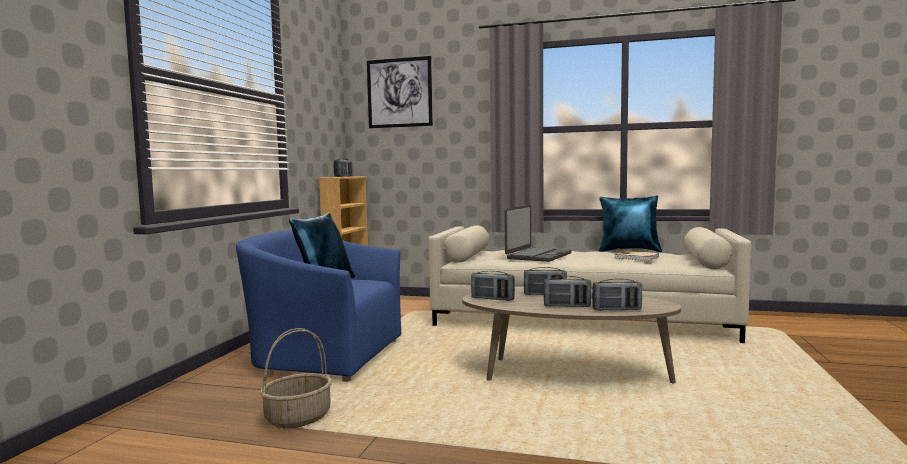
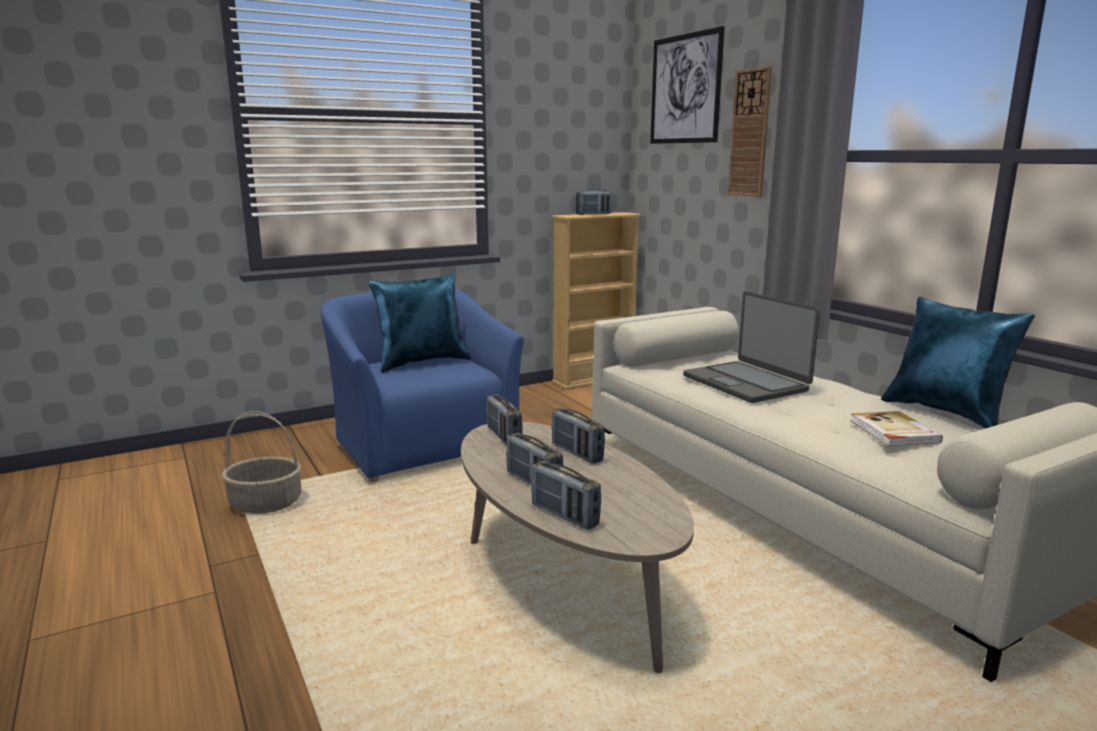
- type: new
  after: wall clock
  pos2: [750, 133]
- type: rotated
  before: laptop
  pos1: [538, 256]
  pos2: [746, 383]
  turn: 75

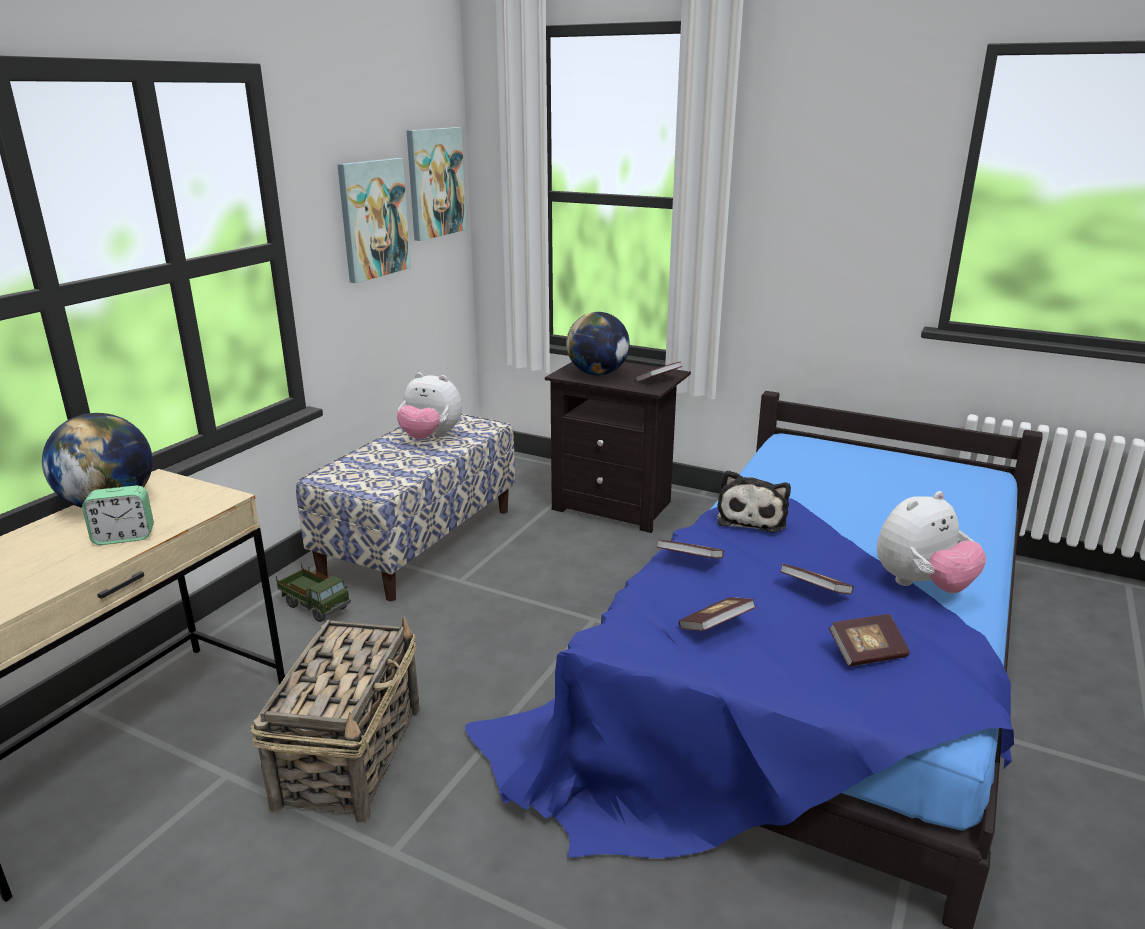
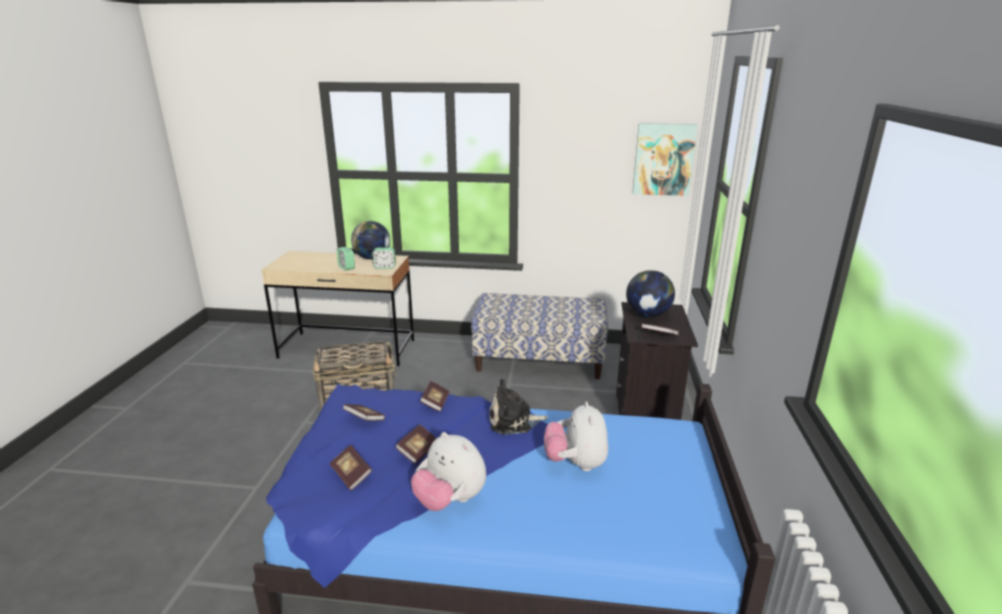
- type: gone
  before: toy truck
  pos1: [315, 606]
- type: gone
  before: picture
  pos1: [373, 219]
- type: new
  after: alarm clock
  pos2: [385, 267]
- type: shifted
  before: plush toy
  pos1: [430, 437]
  pos2: [575, 463]

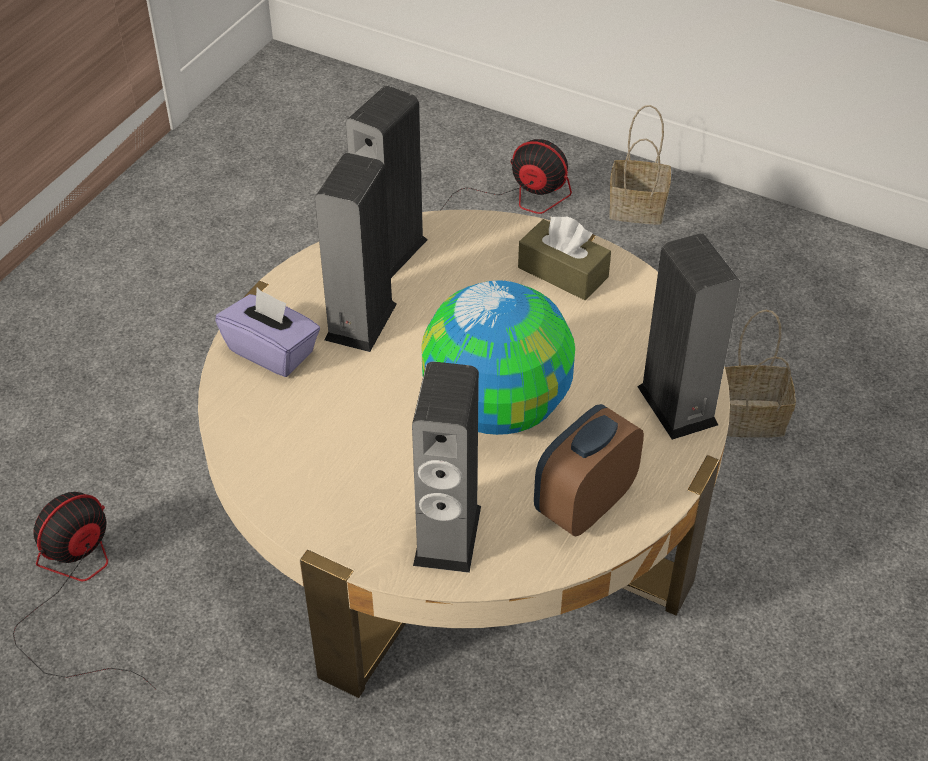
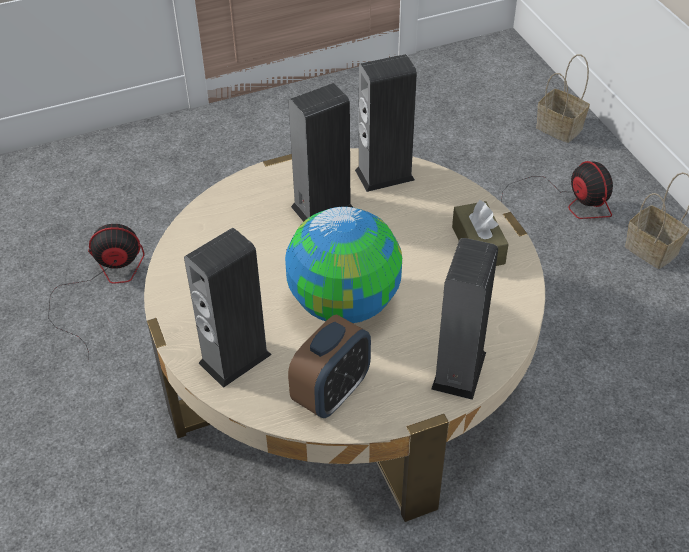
- type: gone
  before: purple tissue box
  pos1: [272, 351]
- type: shifted
  before: basket
  pos1: [749, 419]
  pos2: [557, 128]
- type: rotated
  before: alarm clock
  pos1: [584, 504]
  pos2: [331, 393]
  turn: 135

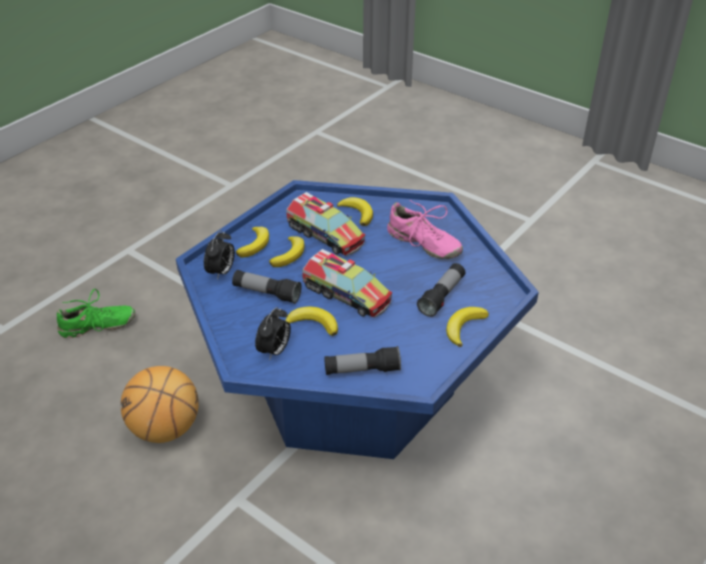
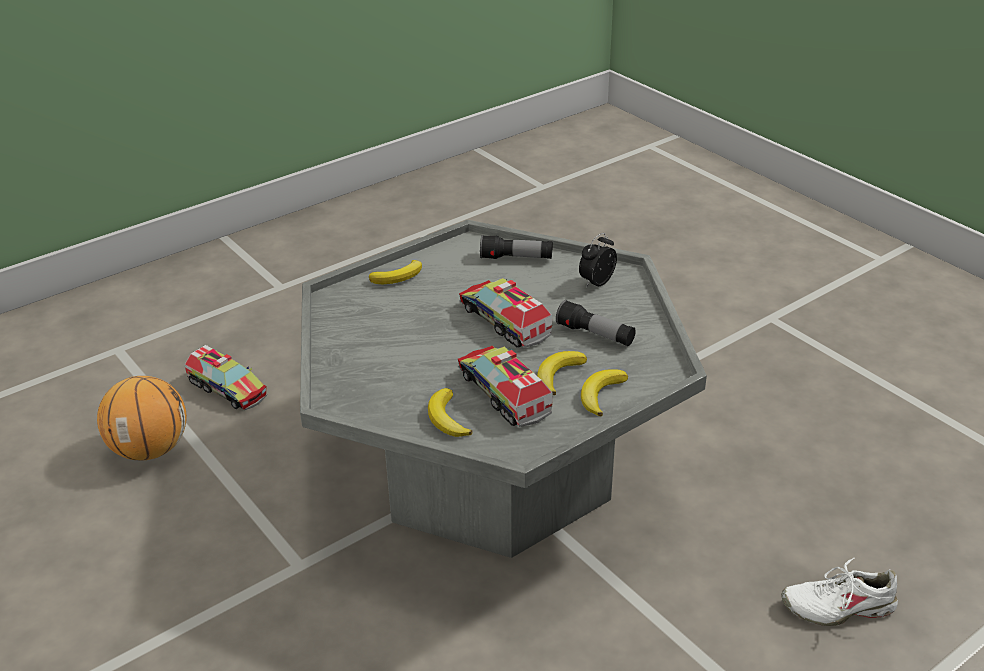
- type: gone
  before: alarm clock
  pos1: [221, 272]
- type: gone
  before: banana
  pos1: [313, 324]
- type: gone
  before: pink shoe
  pos1: [423, 244]
- type: gone
  before: flashlight
  pos1: [442, 296]
- type: new
  after: toy truck
  pos2: [227, 389]
- type: shifted
  before: basketball
  pos1: [165, 429]
  pos2: [150, 449]
- type: repainted
  before: green shoe
  after: white shoe
  pos1: [97, 327]
  pos2: [837, 606]
- type: repainted
  before: blue coffee table
  after: grey coffee table
  pos1: [351, 383]
  pos2: [495, 469]

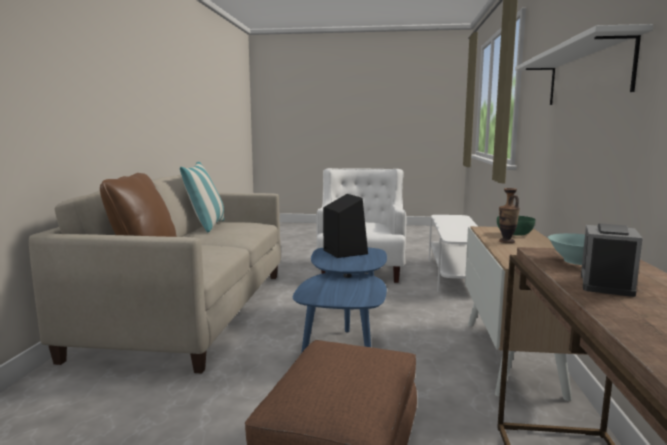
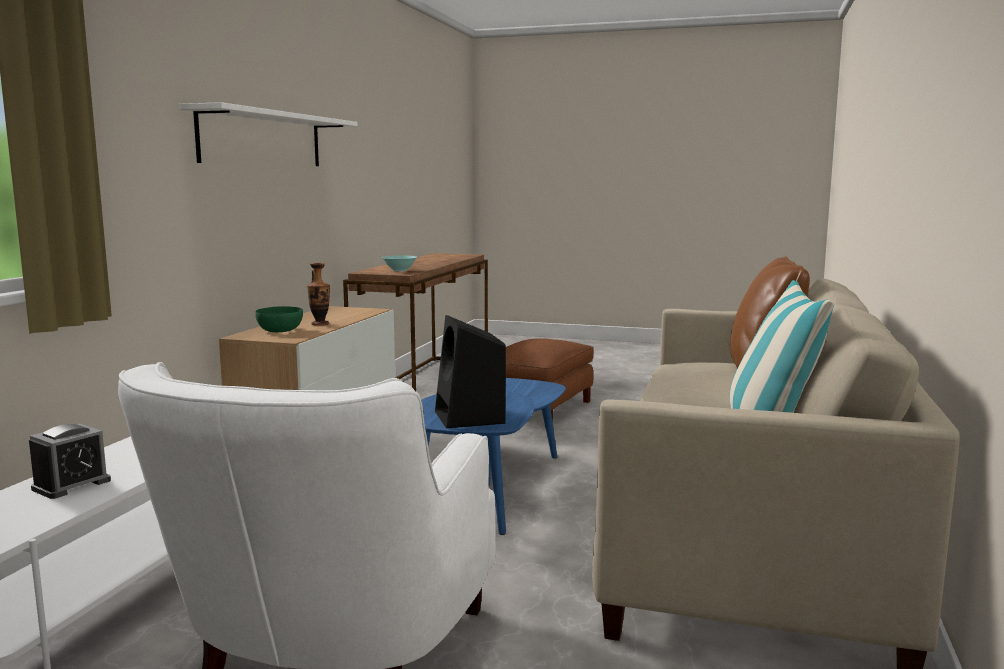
- type: shifted
  before: alarm clock
  pos1: [606, 284]
  pos2: [71, 485]

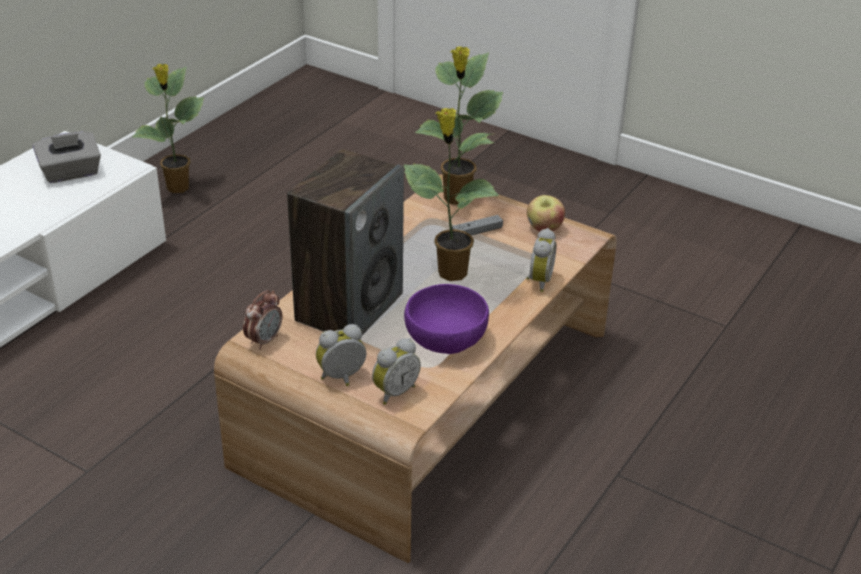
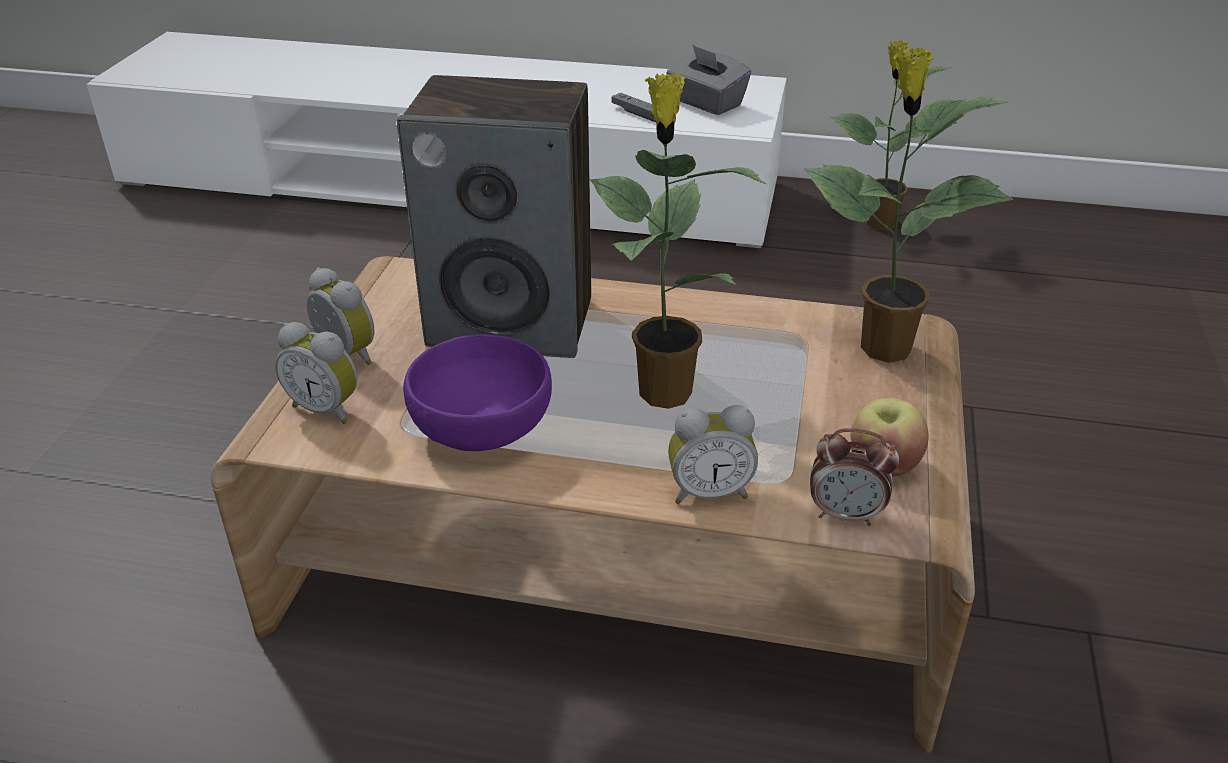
- type: shifted
  before: alarm clock
  pos1: [264, 340]
  pos2: [846, 515]
- type: shifted
  before: grey game controller
  pos1: [477, 232]
  pos2: [637, 113]

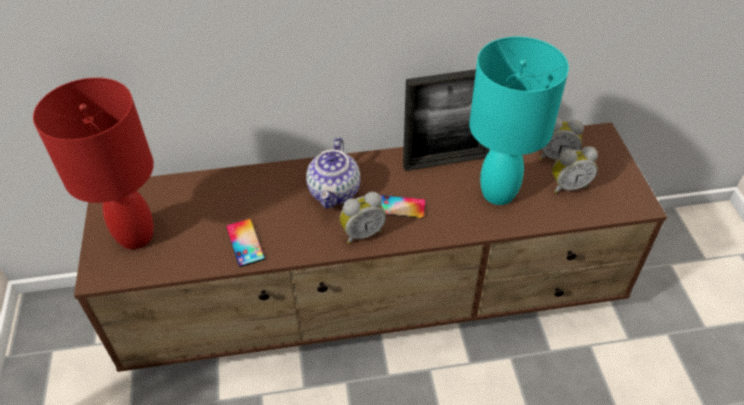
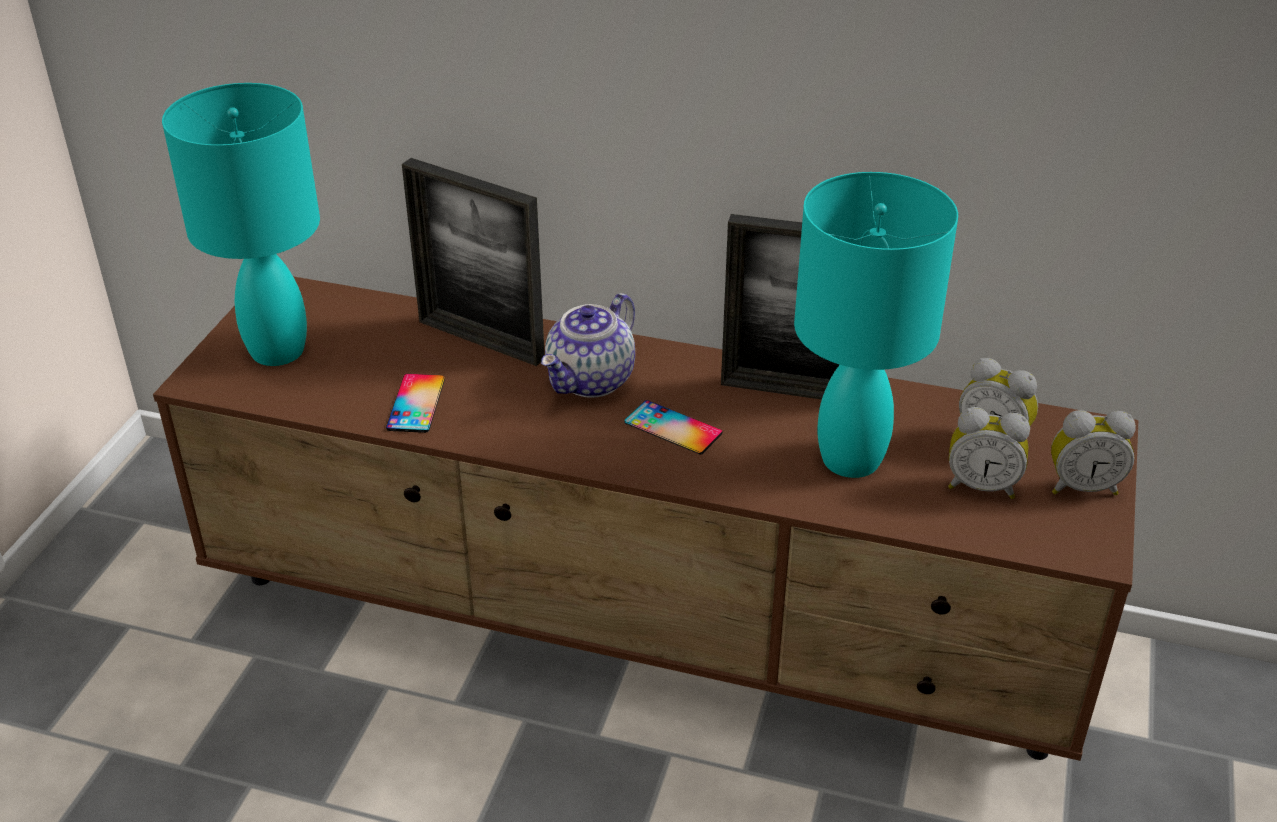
- type: new
  after: picture frame
  pos2: [481, 340]
- type: shifted
  before: alarm clock
  pos1: [362, 233]
  pos2: [1082, 486]
- type: repainted
  before: red table lamp
  after: turquoise table lamp
  pos1: [137, 235]
  pos2: [280, 350]

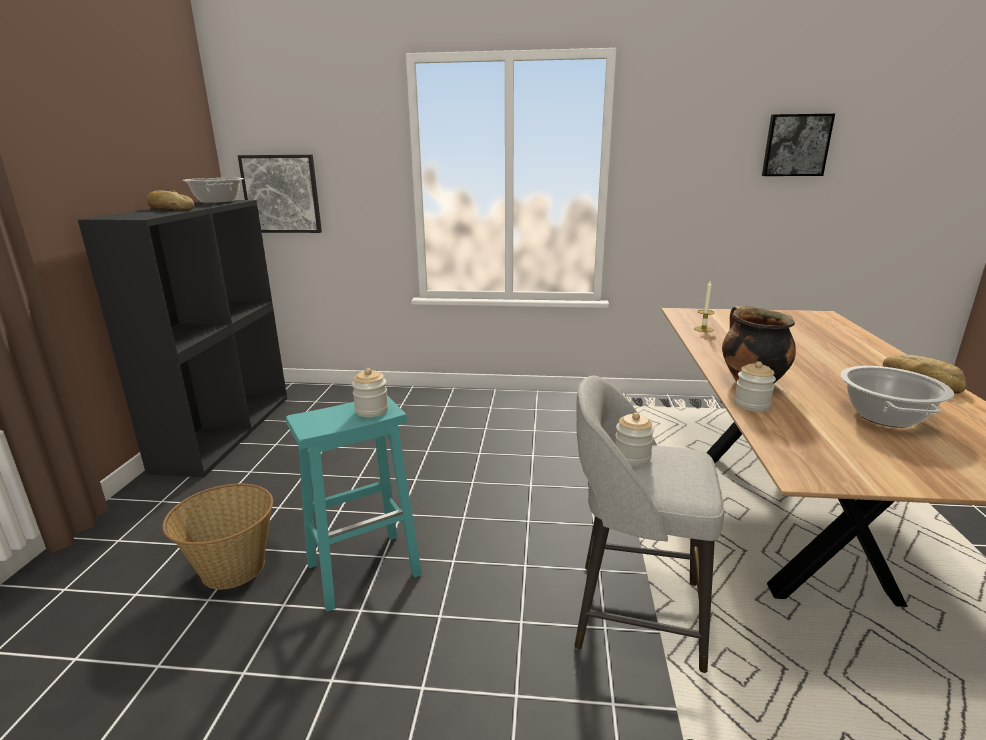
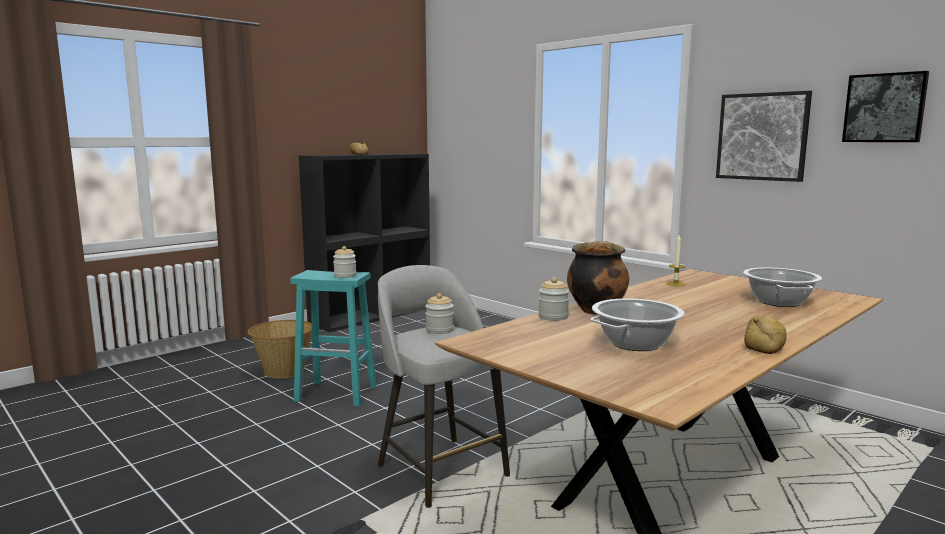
- type: shifted
  before: cooking pot
  pos1: [217, 202]
  pos2: [778, 302]
- type: shifted
  before: picture
  pos1: [281, 194]
  pos2: [762, 136]

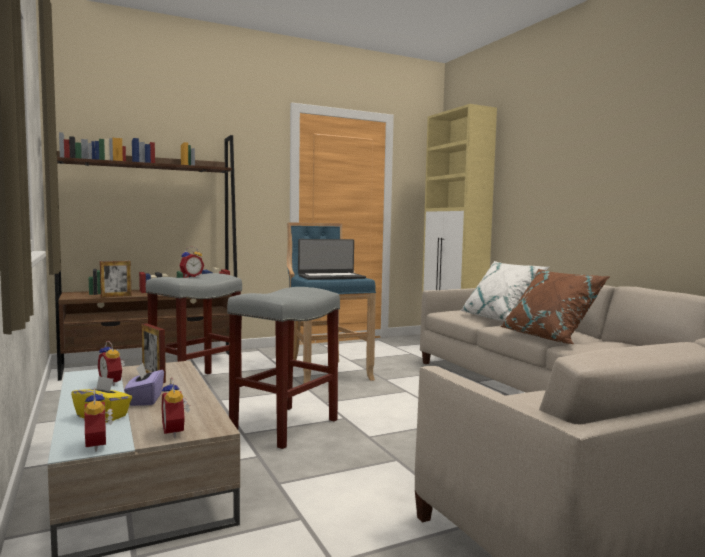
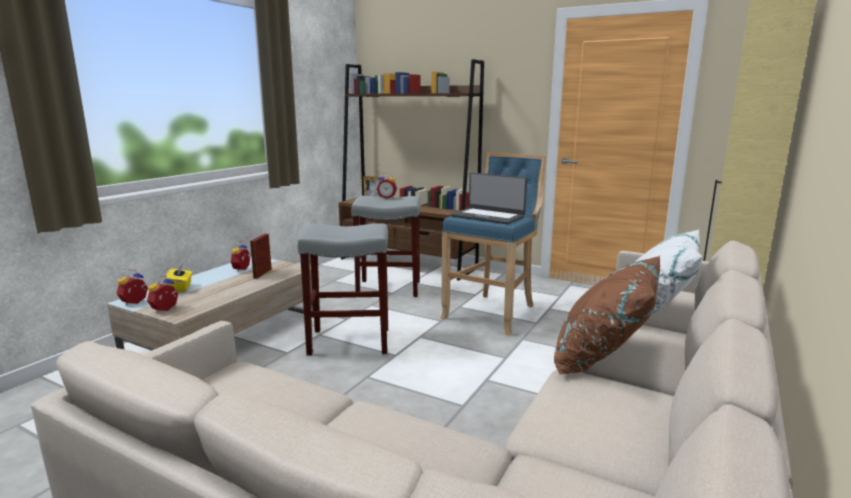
- type: gone
  before: purple tissue box
  pos1: [145, 400]

